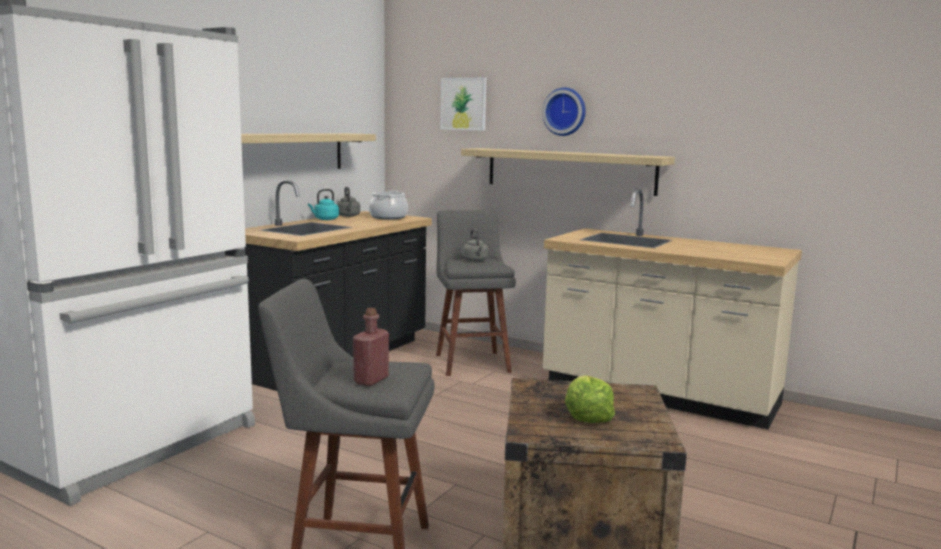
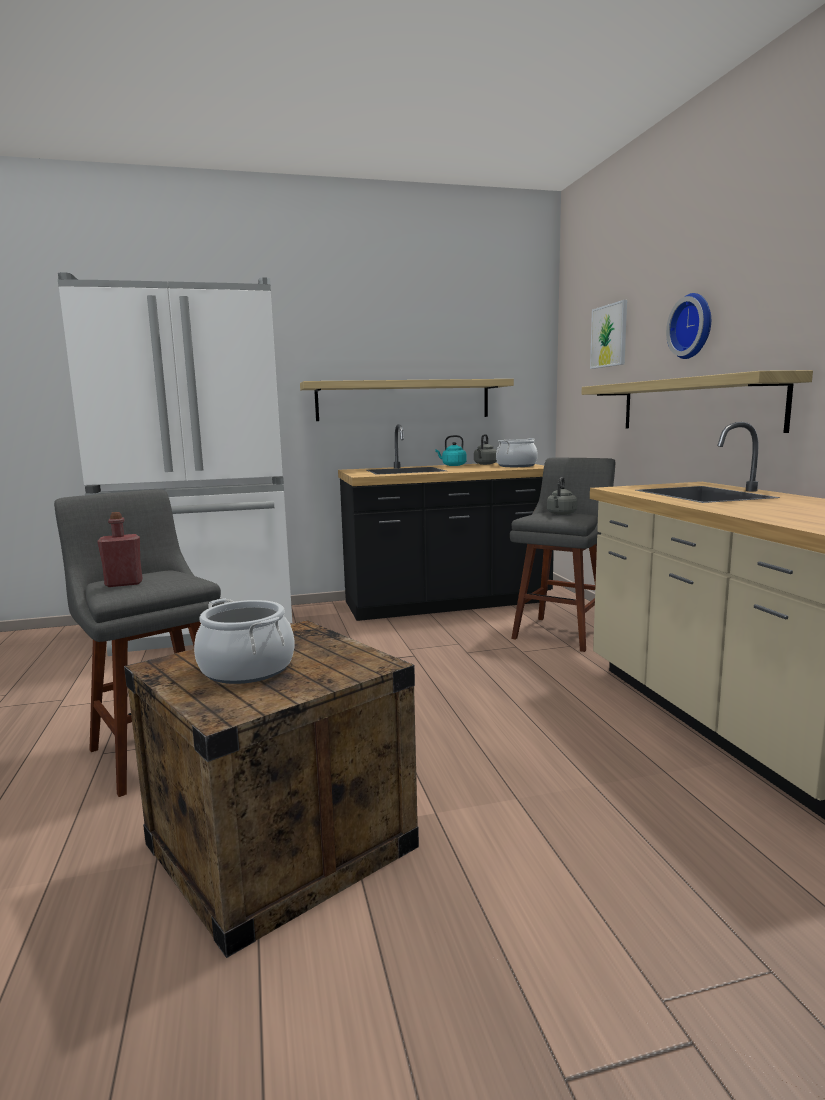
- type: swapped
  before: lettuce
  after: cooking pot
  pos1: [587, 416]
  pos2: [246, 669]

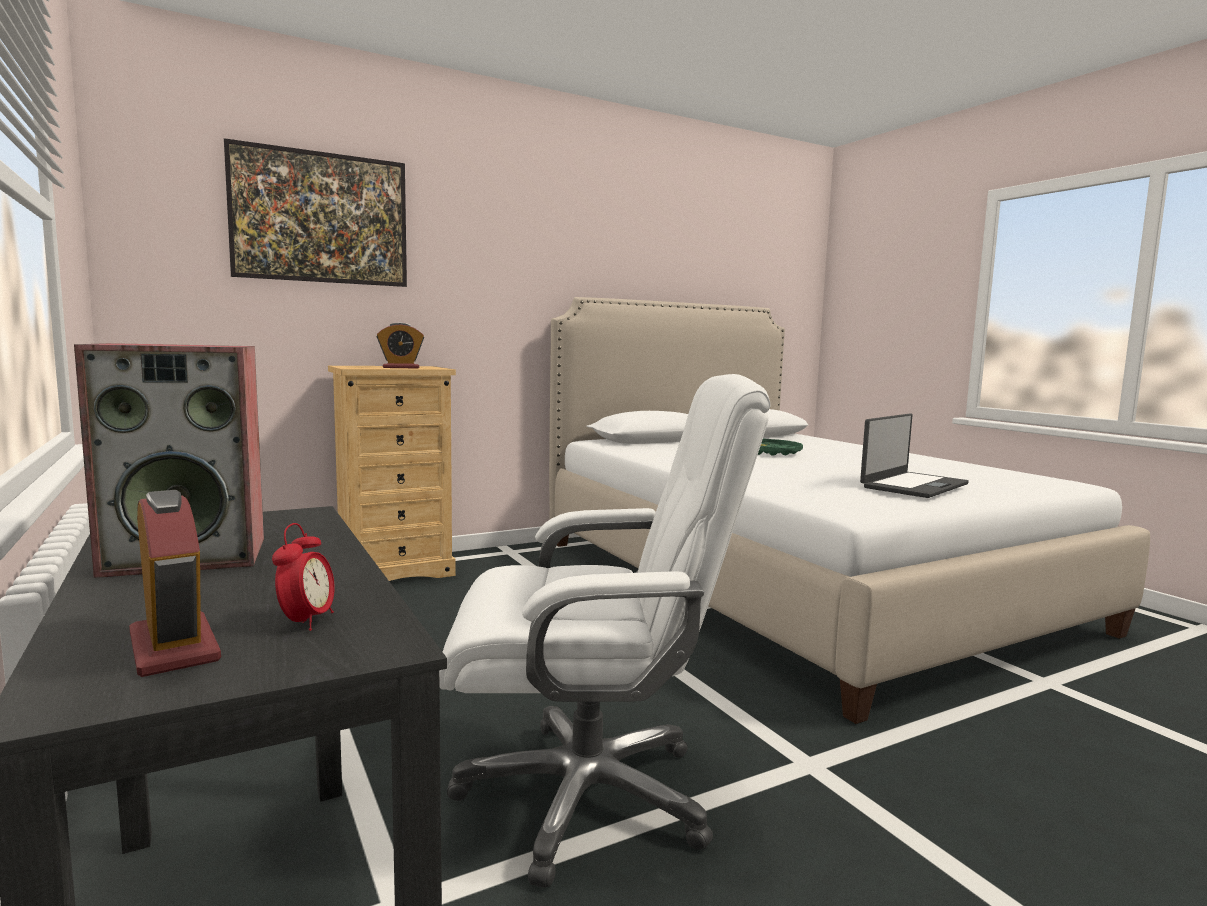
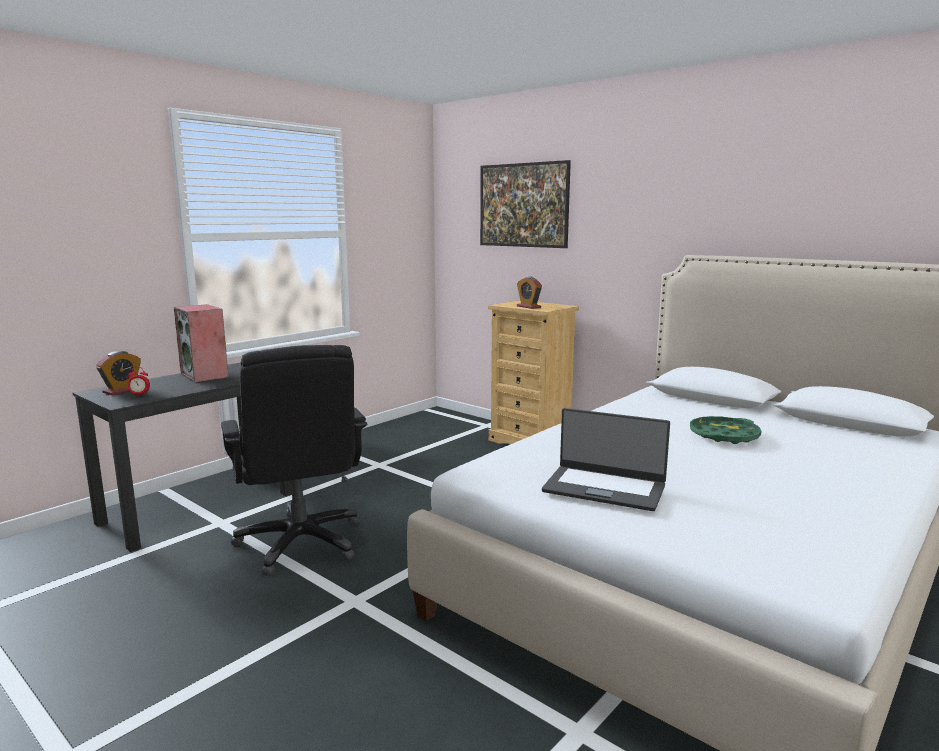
- type: repainted
  before: white office chair
  after: black office chair
  pos1: [589, 795]
  pos2: [301, 542]

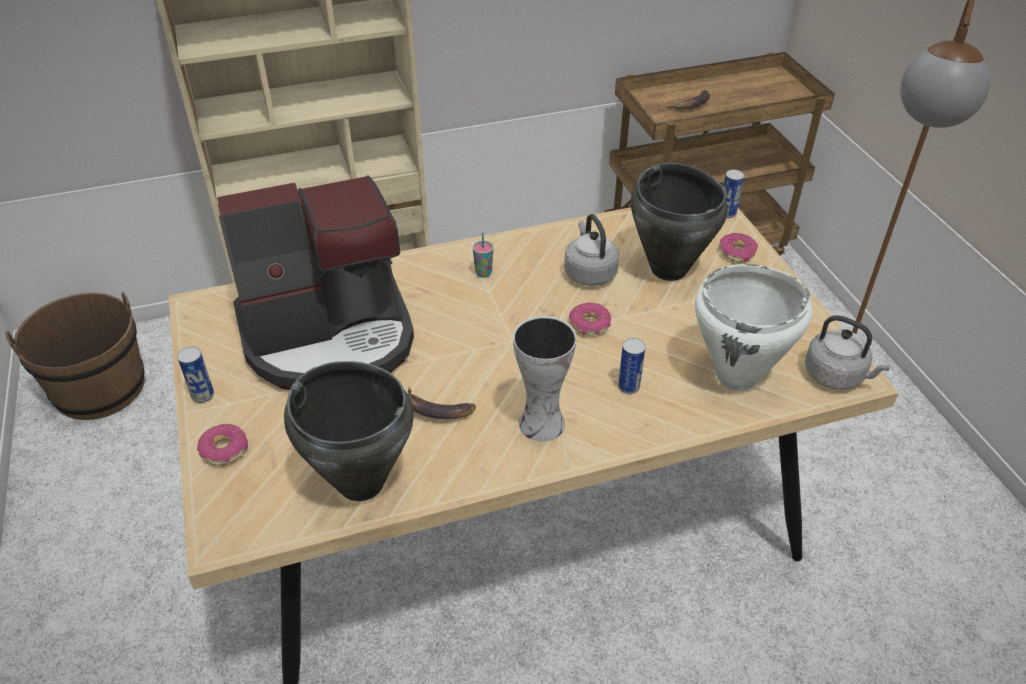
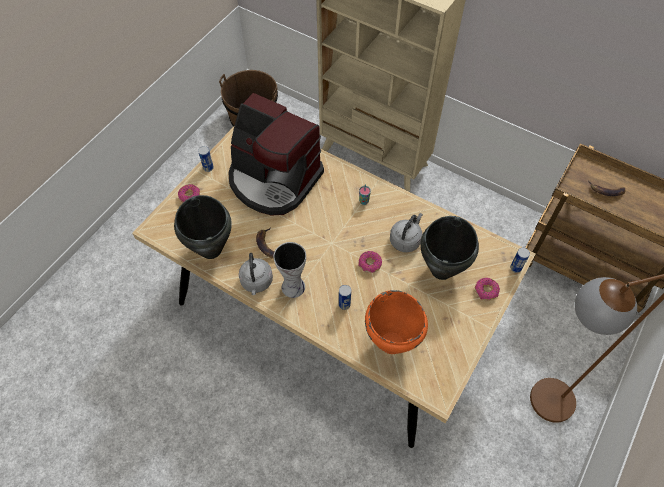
- type: shifted
  before: grey kettle
  pos1: [837, 376]
  pos2: [256, 282]
- type: repainted
  before: white cooking pot
  after: orange cooking pot
  pos1: [737, 377]
  pos2: [391, 344]

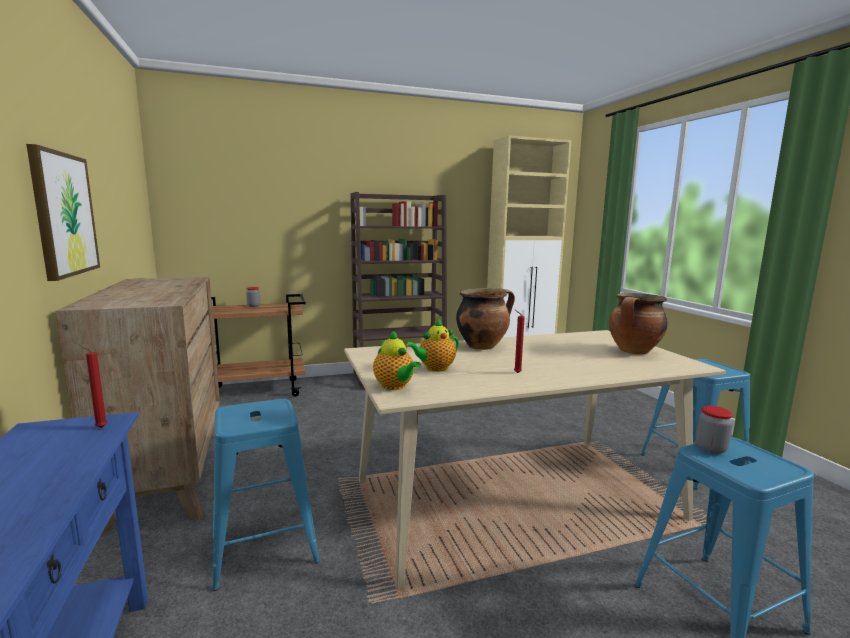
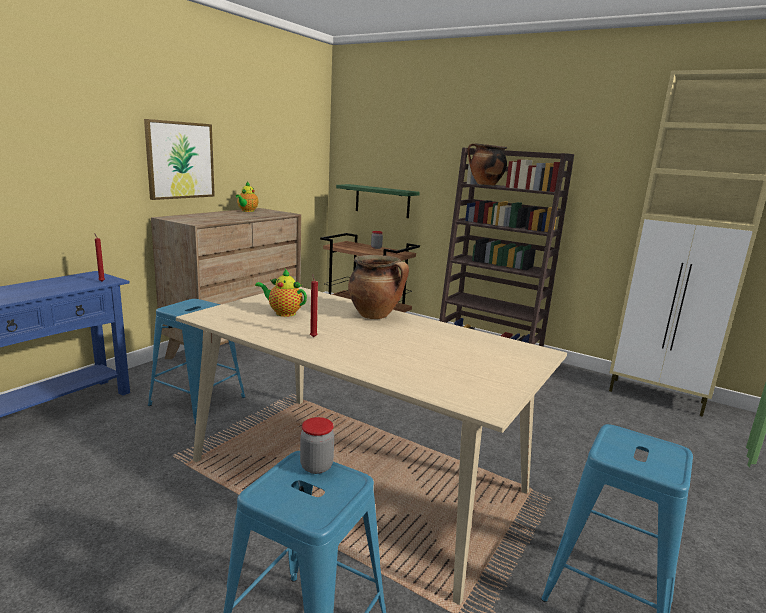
- type: new
  after: green shelf
  pos2: [382, 201]
- type: shifted
  before: teapot
  pos1: [395, 386]
  pos2: [247, 211]
- type: shifted
  before: cooking pot
  pos1: [634, 352]
  pos2: [485, 184]

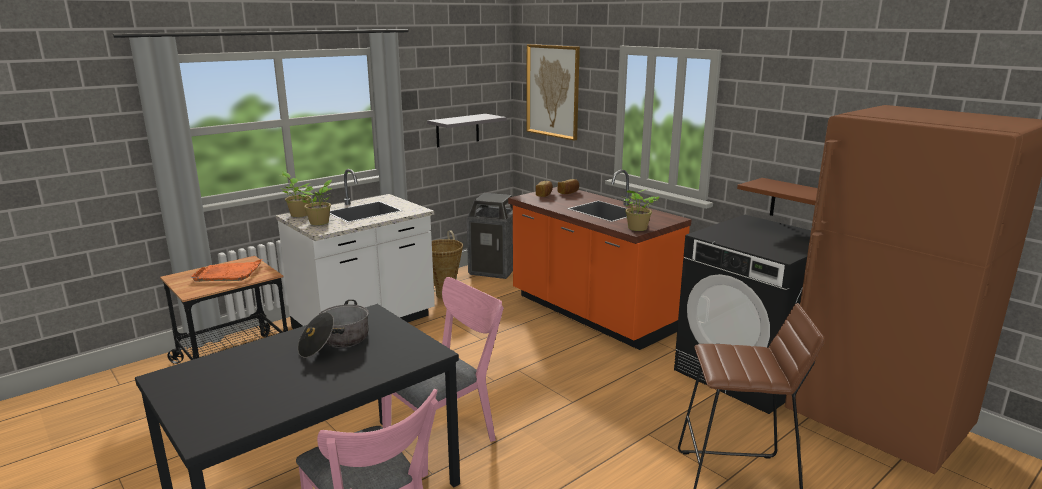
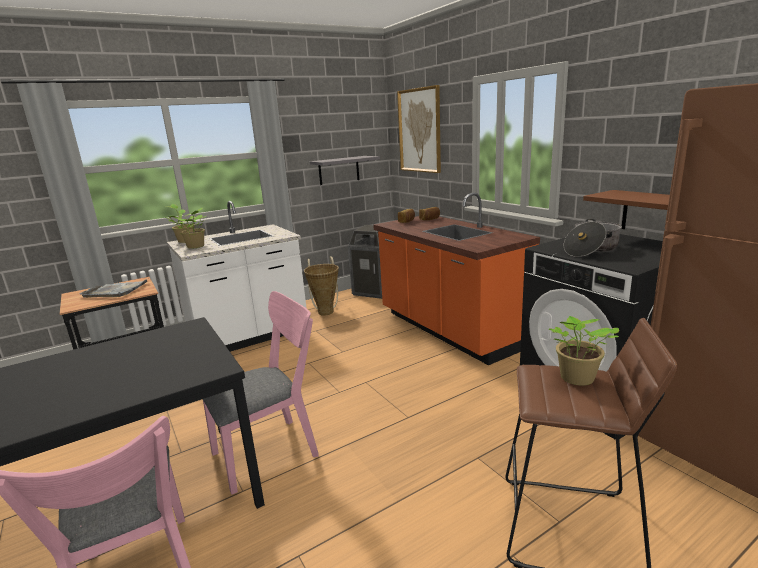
- type: shifted
  before: cooking pot
  pos1: [335, 342]
  pos2: [591, 249]
- type: shifted
  before: potted plant
  pos1: [636, 229]
  pos2: [576, 379]
- type: repainted
  before: orange tray
  after: grey tray
  pos1: [228, 273]
  pos2: [115, 291]

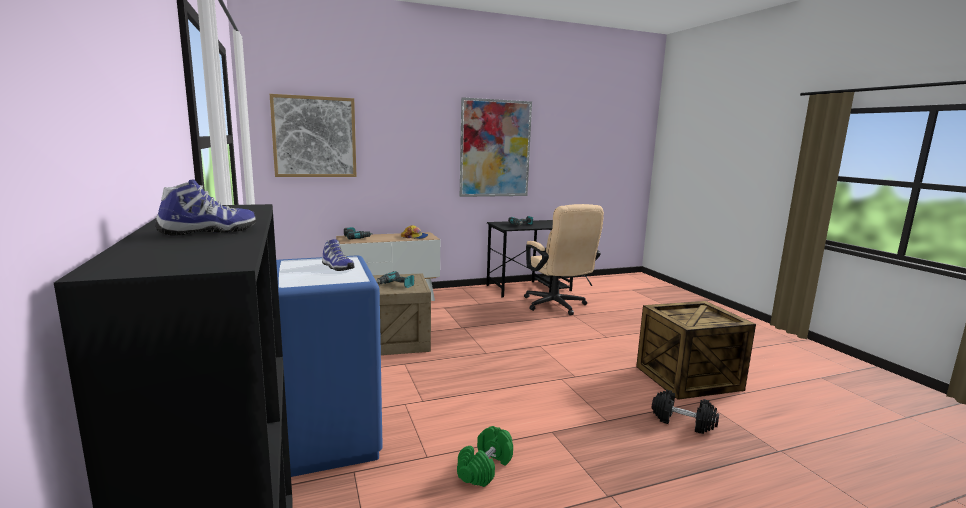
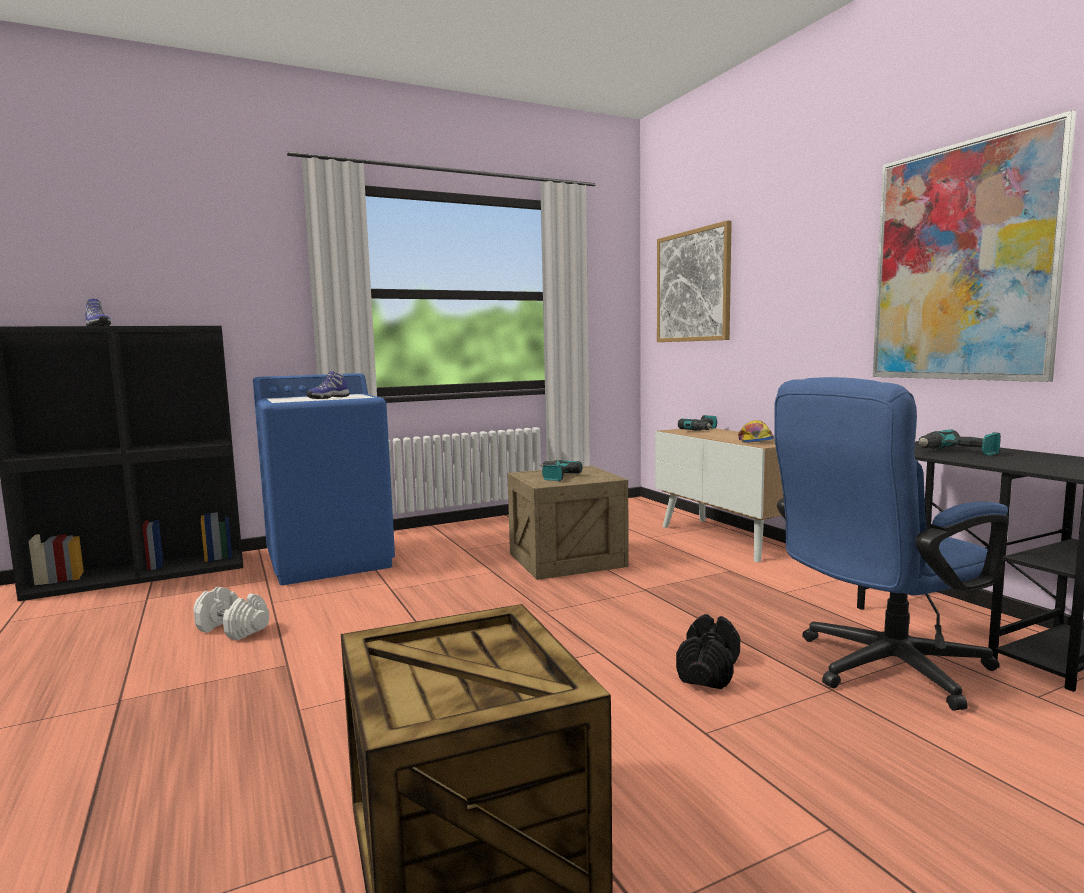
- type: shifted
  before: black dumbbell
  pos1: [683, 422]
  pos2: [708, 670]
- type: repainted
  before: green dumbbell
  after: white dumbbell
  pos1: [485, 467]
  pos2: [233, 629]
- type: repainted
  before: beige office chair
  after: blue office chair
  pos1: [557, 306]
  pos2: [879, 669]

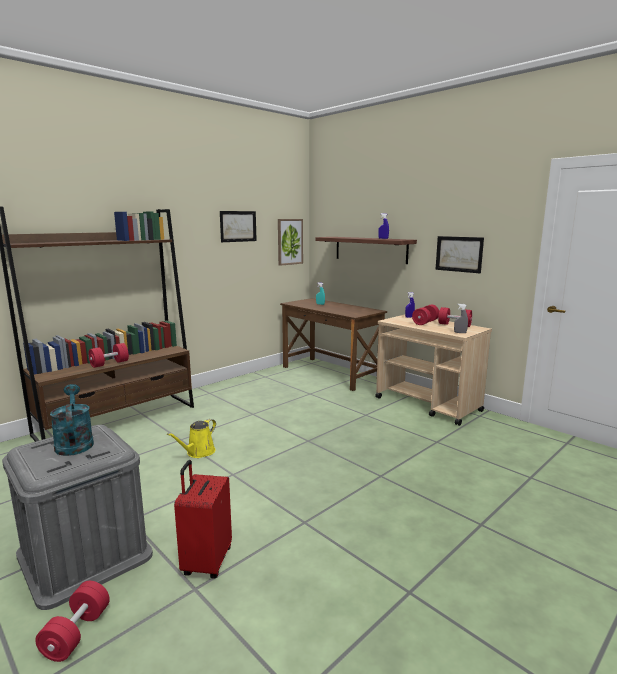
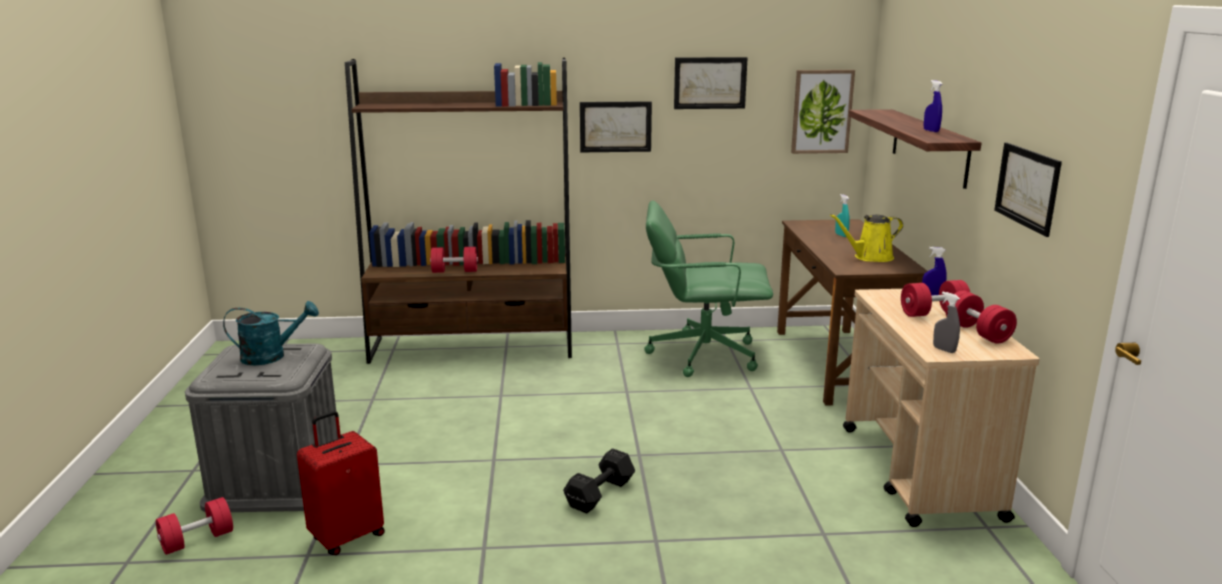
- type: new
  after: black dumbbell
  pos2: [601, 493]
- type: new
  after: picture
  pos2: [615, 126]
- type: new
  after: green office chair
  pos2: [702, 354]
- type: shifted
  before: yellow watering can
  pos1: [198, 452]
  pos2: [870, 257]
- type: rotated
  before: turquoise watering can
  pos1: [74, 443]
  pos2: [271, 356]
  turn: 60

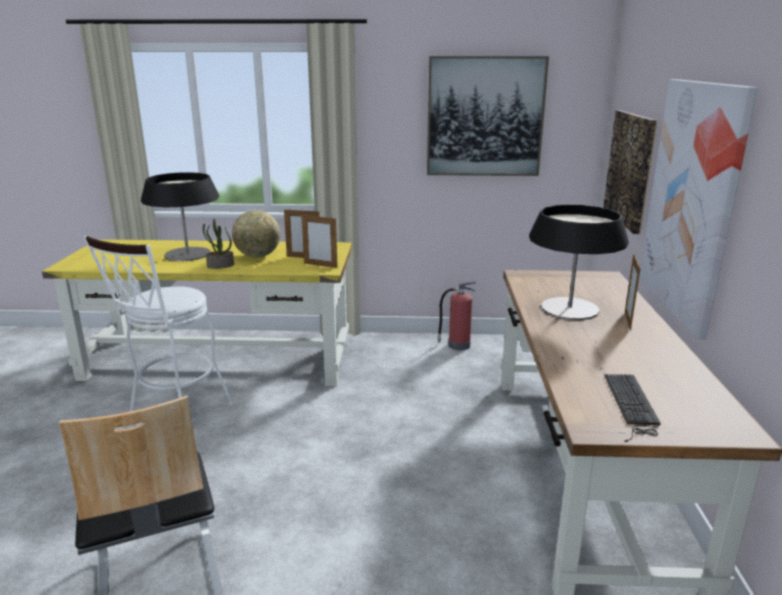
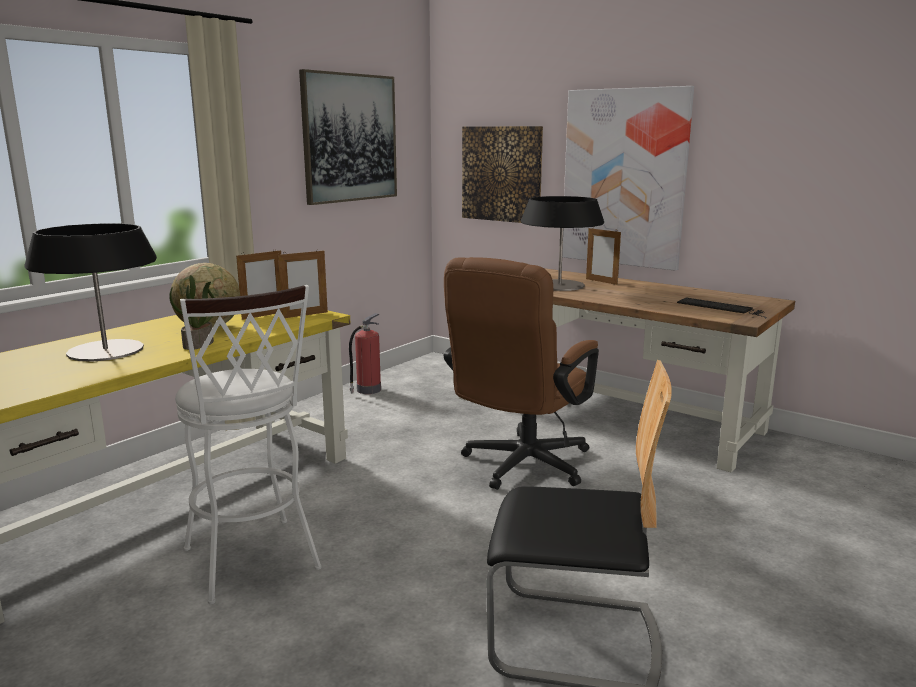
- type: new
  after: brown office chair
  pos2: [520, 467]

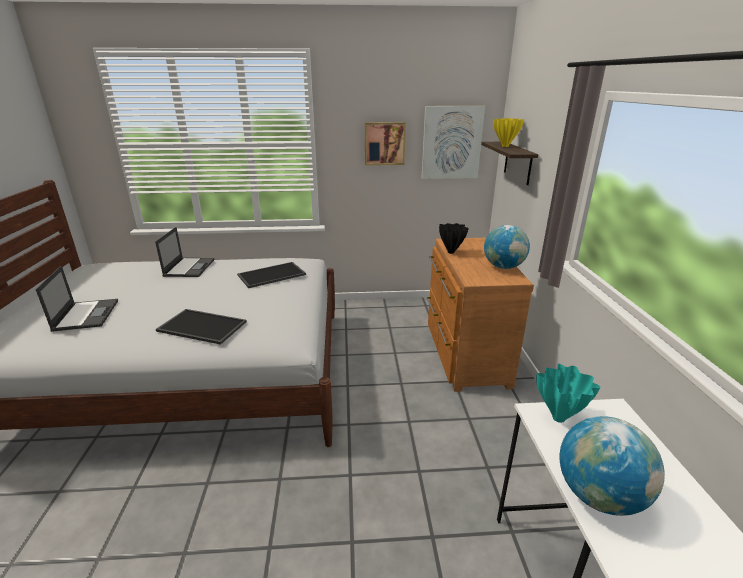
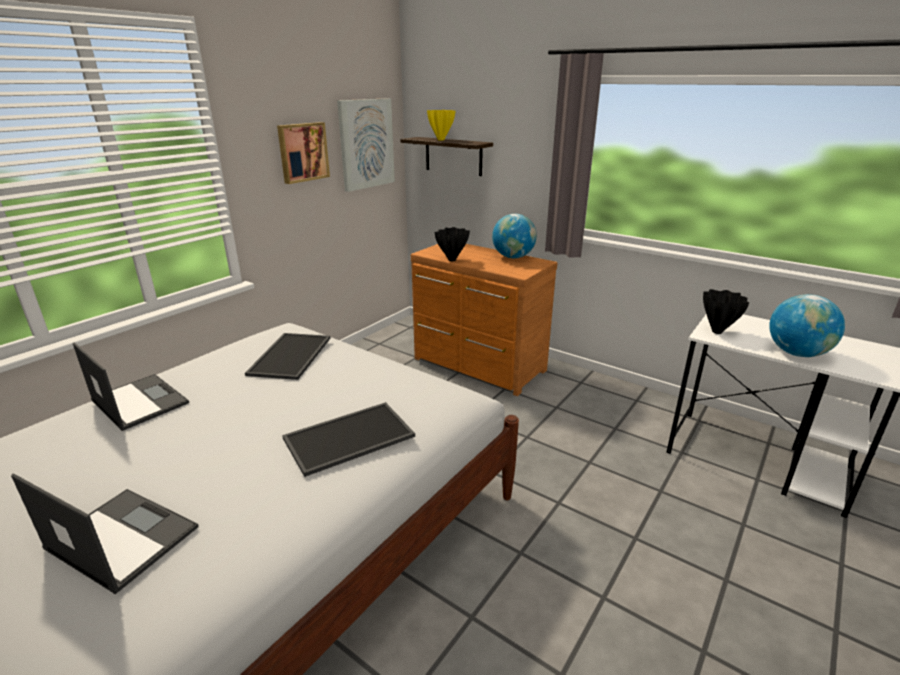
- type: repainted
  before: turquoise vase
  after: black vase
  pos1: [559, 418]
  pos2: [717, 331]

